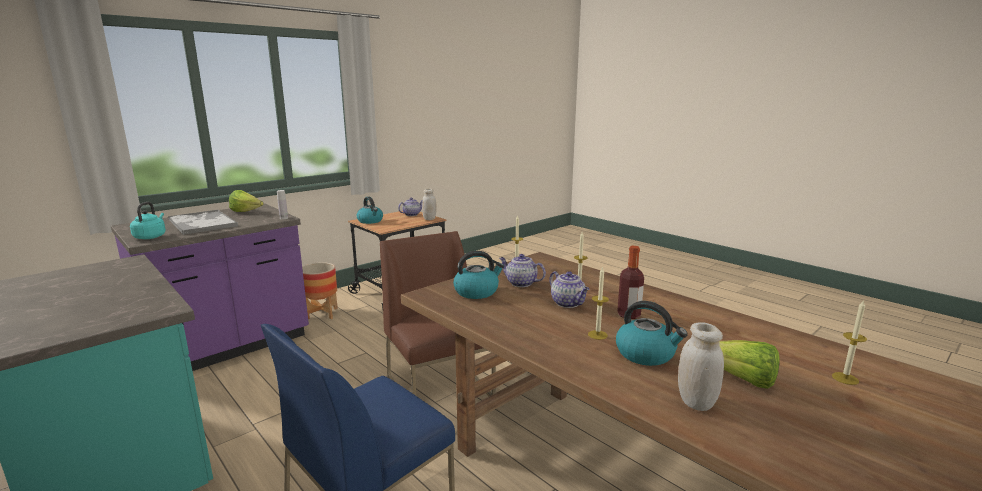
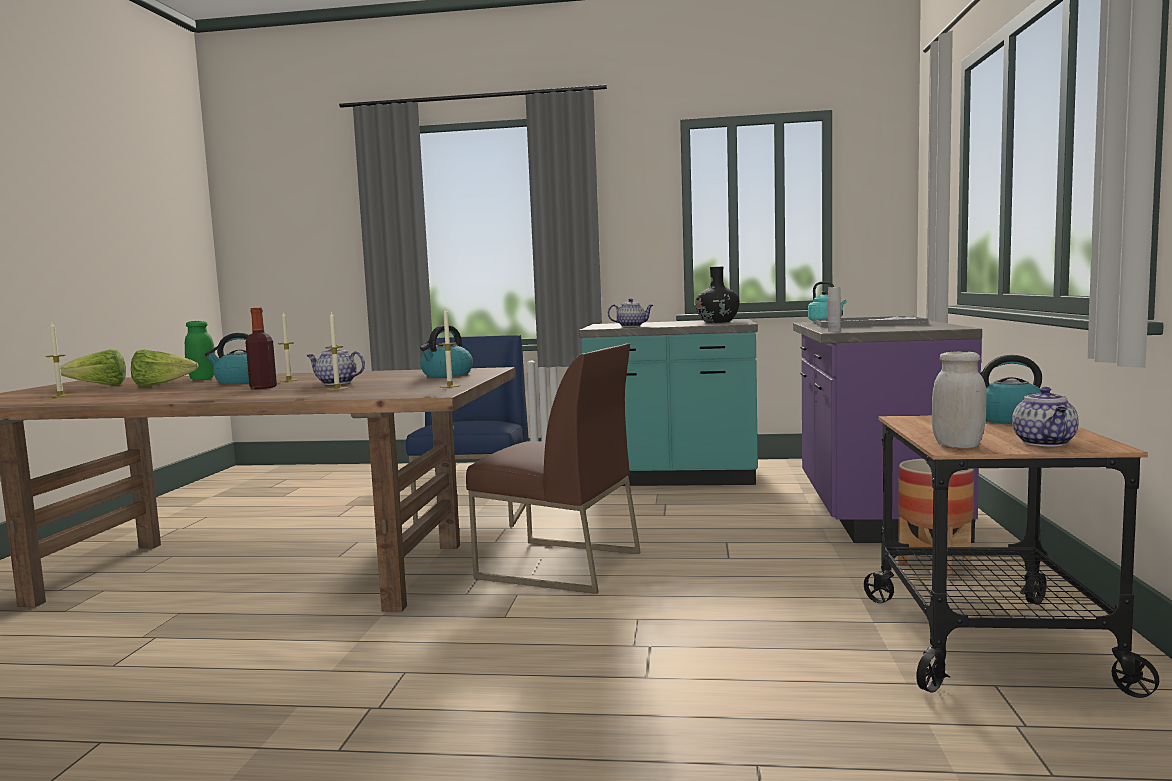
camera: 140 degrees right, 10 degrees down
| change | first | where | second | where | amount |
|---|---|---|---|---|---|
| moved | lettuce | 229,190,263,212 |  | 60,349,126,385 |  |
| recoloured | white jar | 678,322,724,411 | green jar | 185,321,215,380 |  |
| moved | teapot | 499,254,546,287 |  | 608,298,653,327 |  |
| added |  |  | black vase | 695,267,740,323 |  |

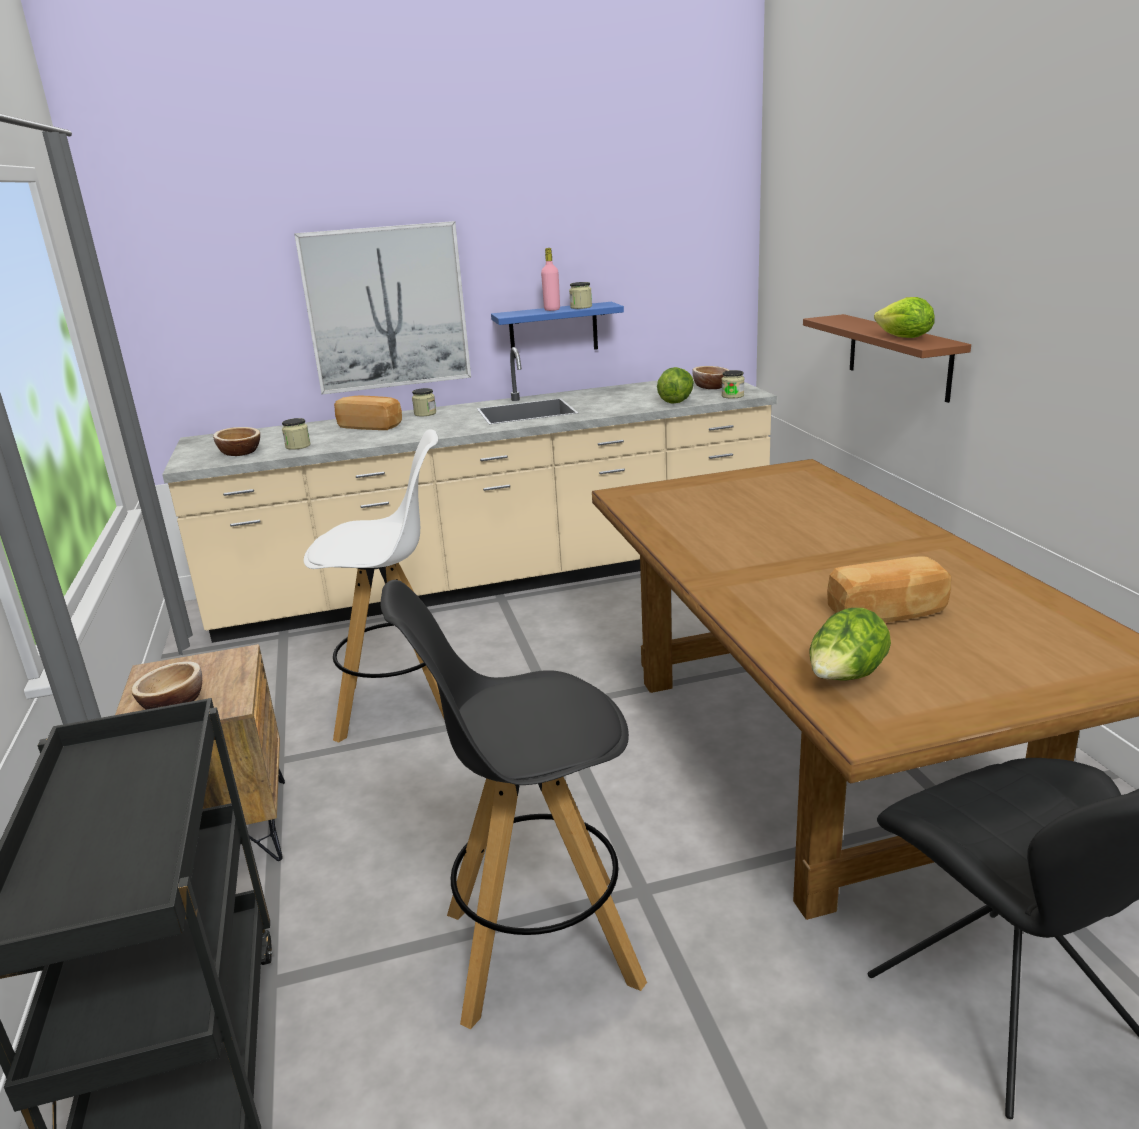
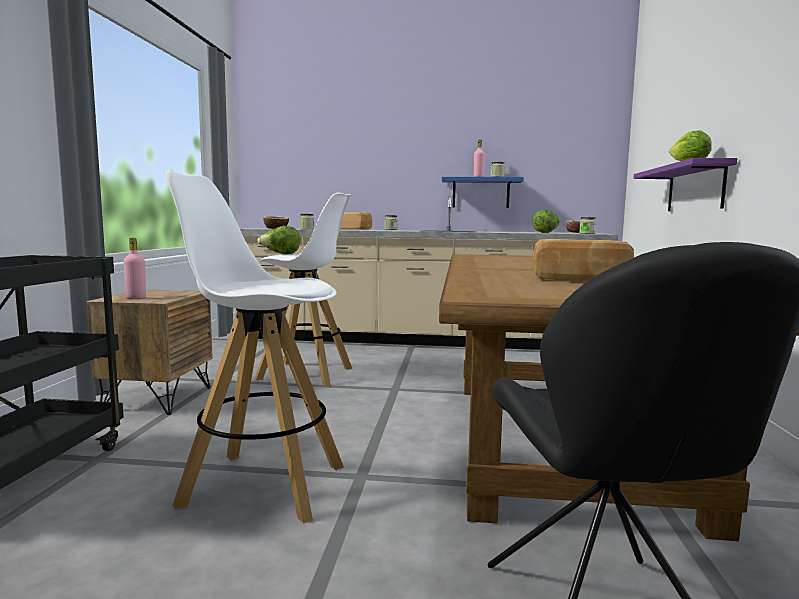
camera: 20 degrees right, 15 degrees down
| change | first | where | second | where | amount |
|---|---|---|---|---|---|
| replaced | bowl | 131,661,202,710 | pink bottle | 123,238,146,298 |  |
| recoloured | black stool | 381,580,647,1029 | white stool | 164,170,344,523 |  |
| moved | lettuce | 809,608,891,681 |  | 257,226,300,254 |  |
| recoloured | brown shelf | 803,314,971,403 | purple shelf | 633,158,737,211 |  |
| removed | picture | 294,221,471,395 |  |  |  |

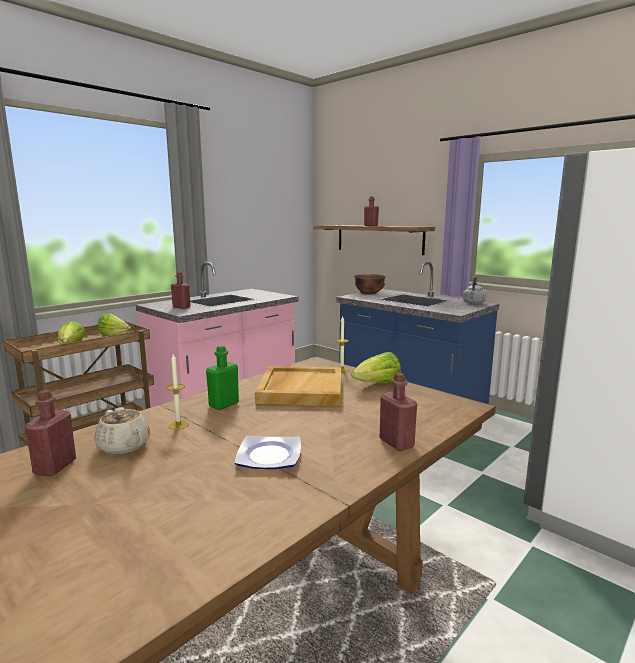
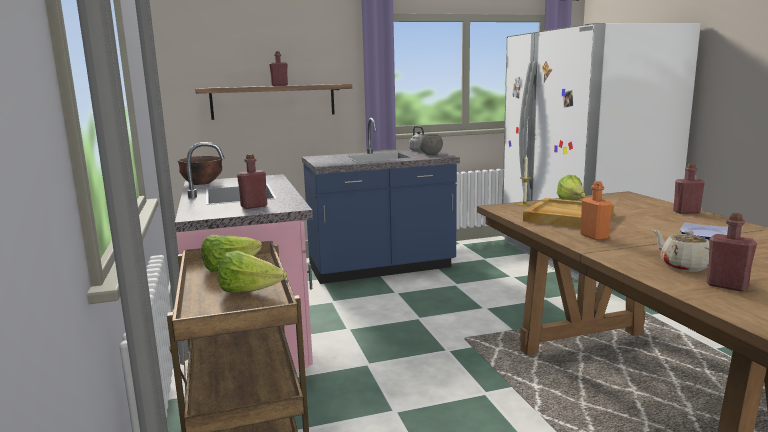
camera: 60 degrees left, 0 degrees up
| change | first | where | second | where | amount |
|---|---|---|---|---|---|
| moved | brown bowl | 354,274,385,295 |  | 178,156,222,185 |  |
| added |  |  | grey bowl | 419,134,443,155 |  |
| recoloured | green bottle | 206,346,239,410 | orange bottle | 580,181,612,240 |  |
| turned | beige teapot | 94,407,150,454 |  | 653,230,709,271 | 105 degrees counterclockwise |
| removed | candle | 167,354,189,430 |  |  |  |

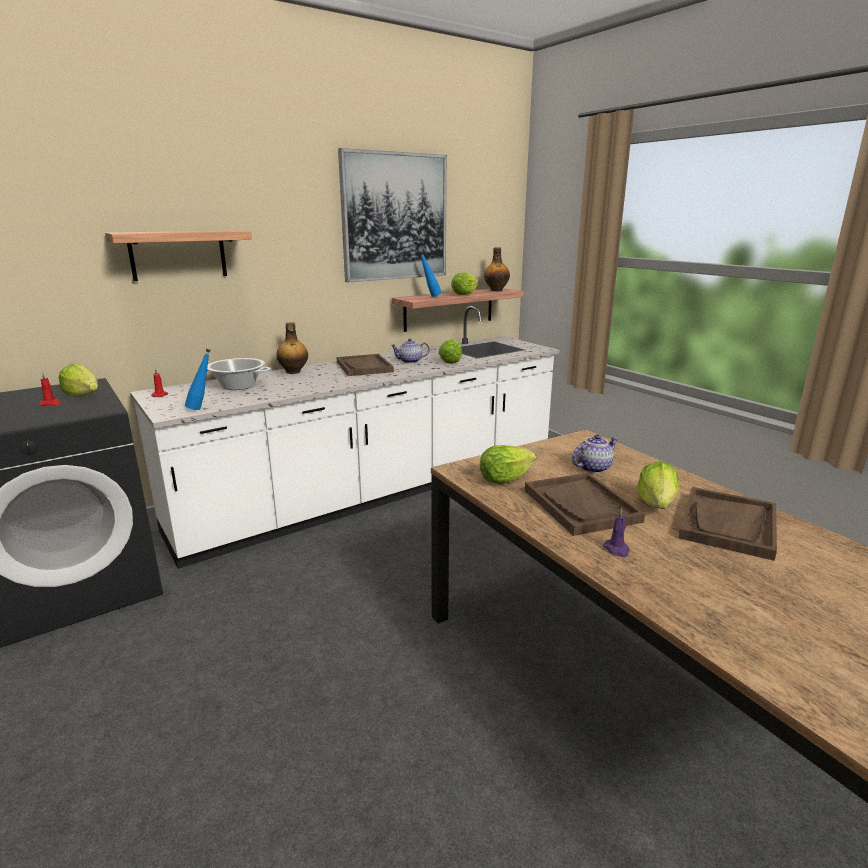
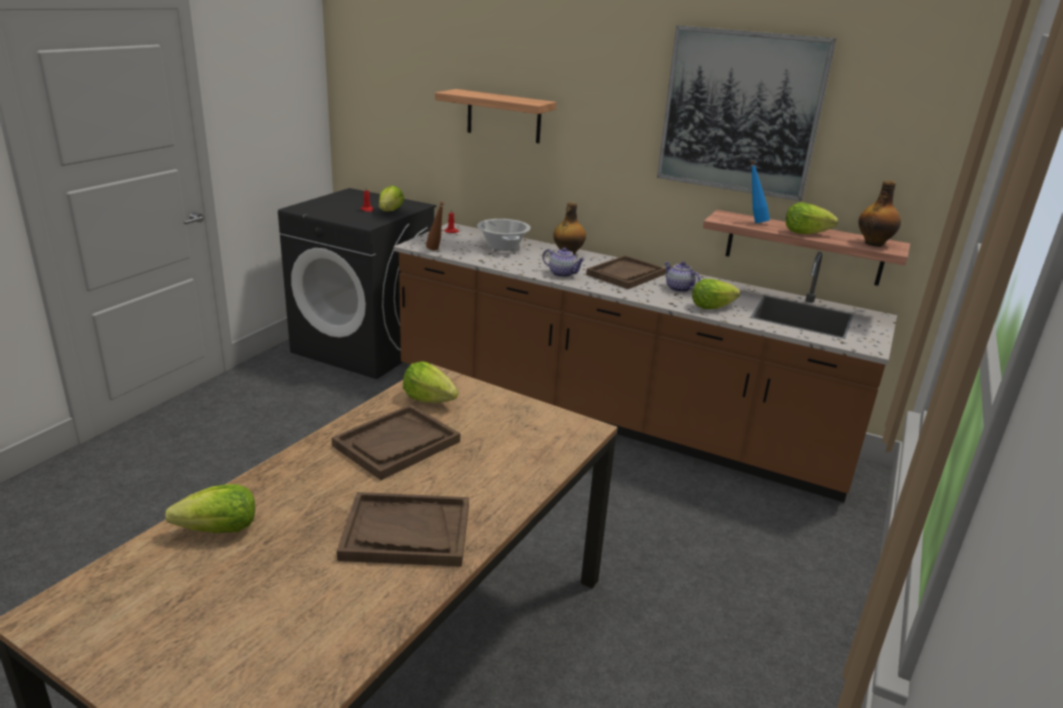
camera: 60 degrees right, 5 degrees up
| change | first | where | second | where | amount |
|---|---|---|---|---|---|
| moved | lettuce | 637,461,679,509 |  | 165,484,255,533 |  |
| recoloured | white counter | 130,306,559,569 | brown counter | 393,223,897,502 |  |
| recoloured | blue bottle | 185,349,211,410 | brown bottle | 426,201,444,250 |  |
| moved | teapot | 572,435,618,473 |  | 542,247,585,277 |  |
| removed | purple candle | 603,508,630,557 |  |  |  |

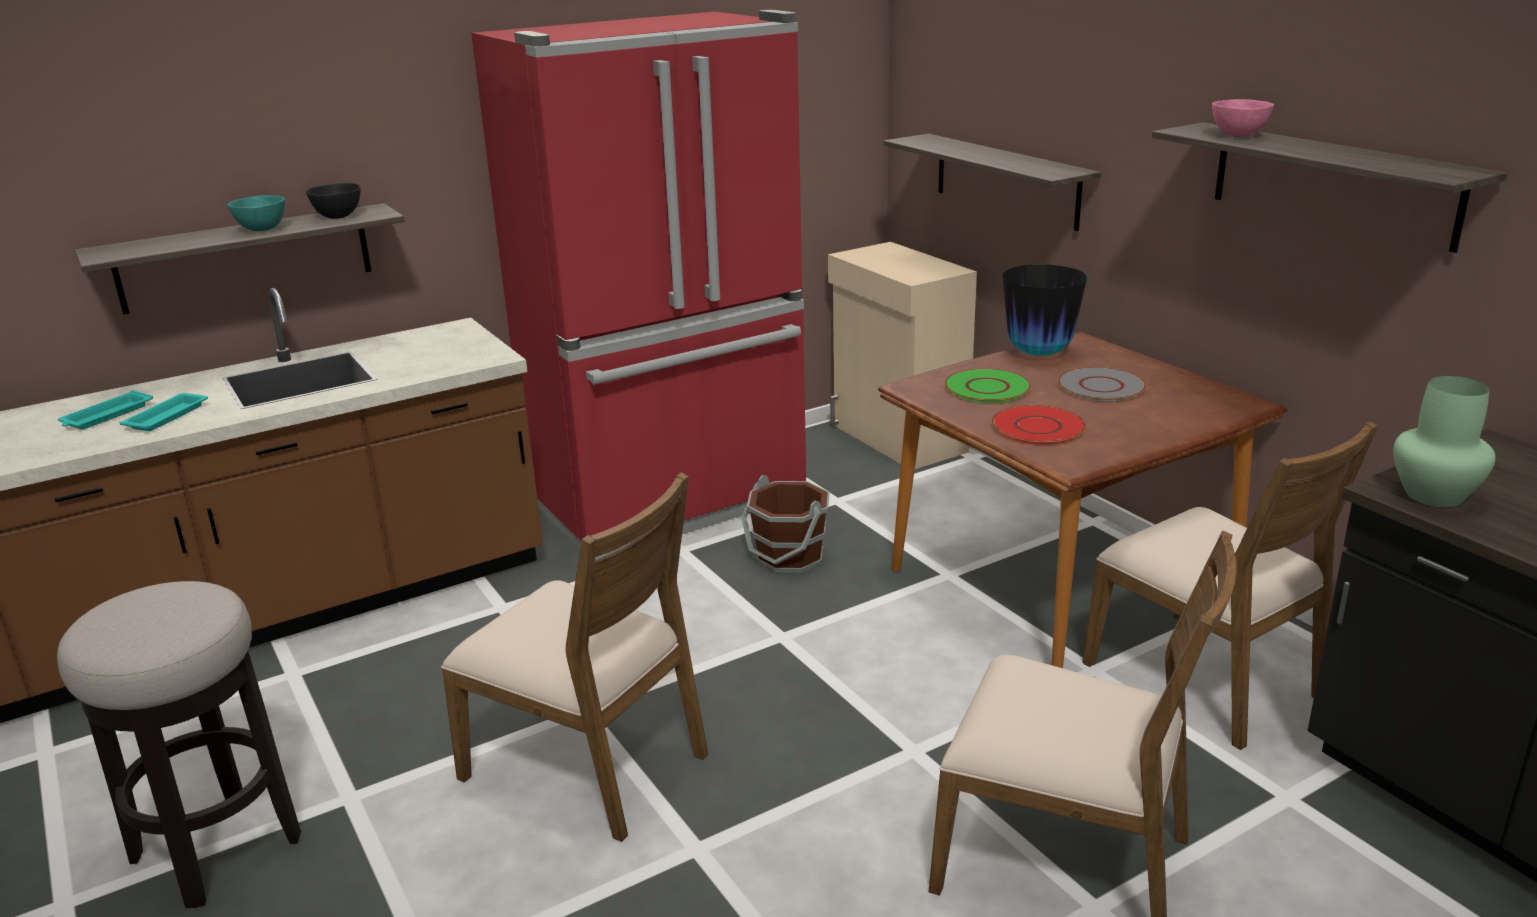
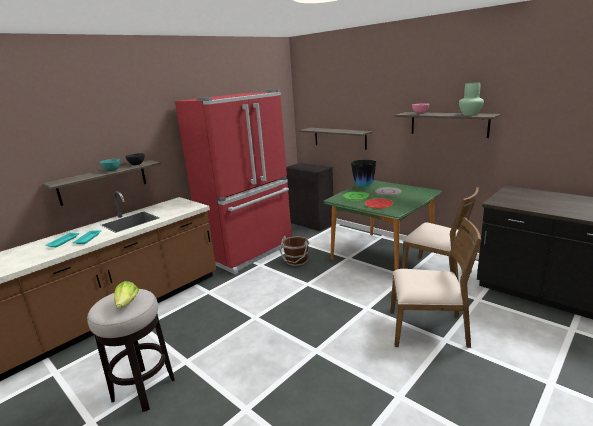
camera: 15 degrees left, 5 degrees down
| change | first | where | second | where | amount |
|---|---|---|---|---|---|
| added |  |  | lettuce | 114,281,139,309 |  |
| recoloured | beige cabinet | 828,242,977,469 | black cabinet | 286,163,333,231 |  |
| recoloured | brown dining table | 878,332,1287,668 | green dining table | 323,180,442,270 |  |
| moved | green vase | 1393,376,1496,507 |  | 459,82,484,116 |  |
| removed | brown chair | 441,472,708,842 |  |  |  |

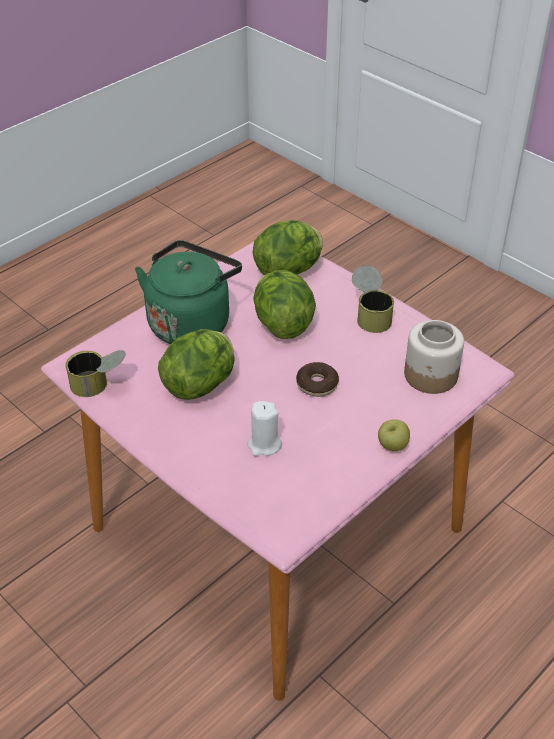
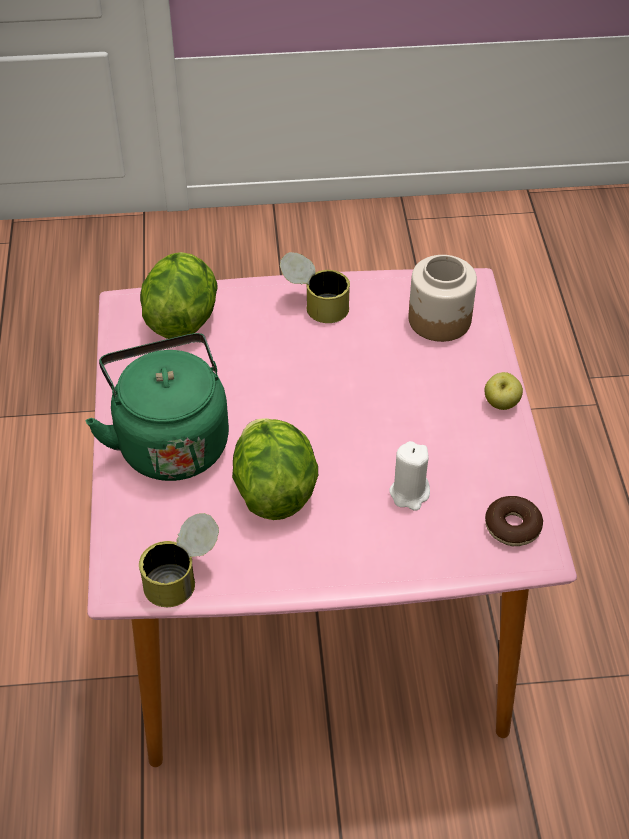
camera: 50 degrees left, 5 degrees up
| change | first | where | second | where | amount |
|---|---|---|---|---|---|
| moved | donut | 296,362,339,397 |  | 485,496,543,546 |  |
| removed | lettuce | 253,270,316,339 |  |  |  |

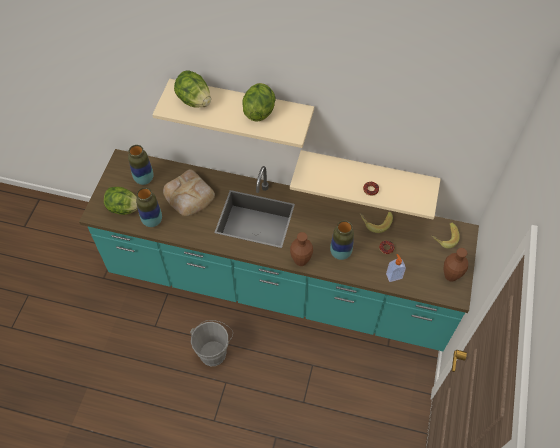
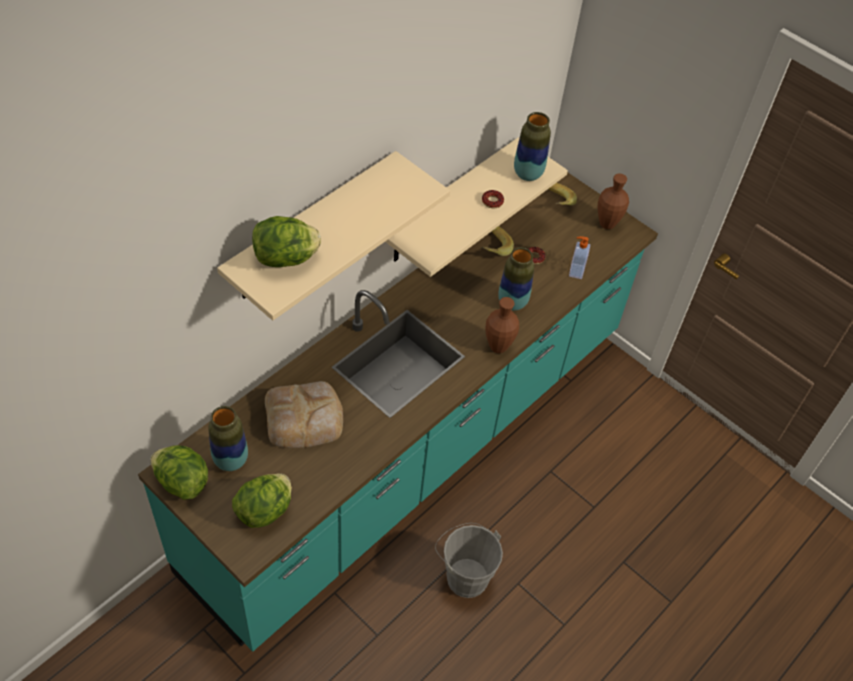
camera: 65 degrees left, 5 degrees down
| change | first | where | second | where | amount |
|---|---|---|---|---|---|
| moved | lettuce | 242,83,276,122 |  | 150,445,208,500 |  |
| moved | vase | 136,187,162,227 |  | 514,112,551,181 |  |

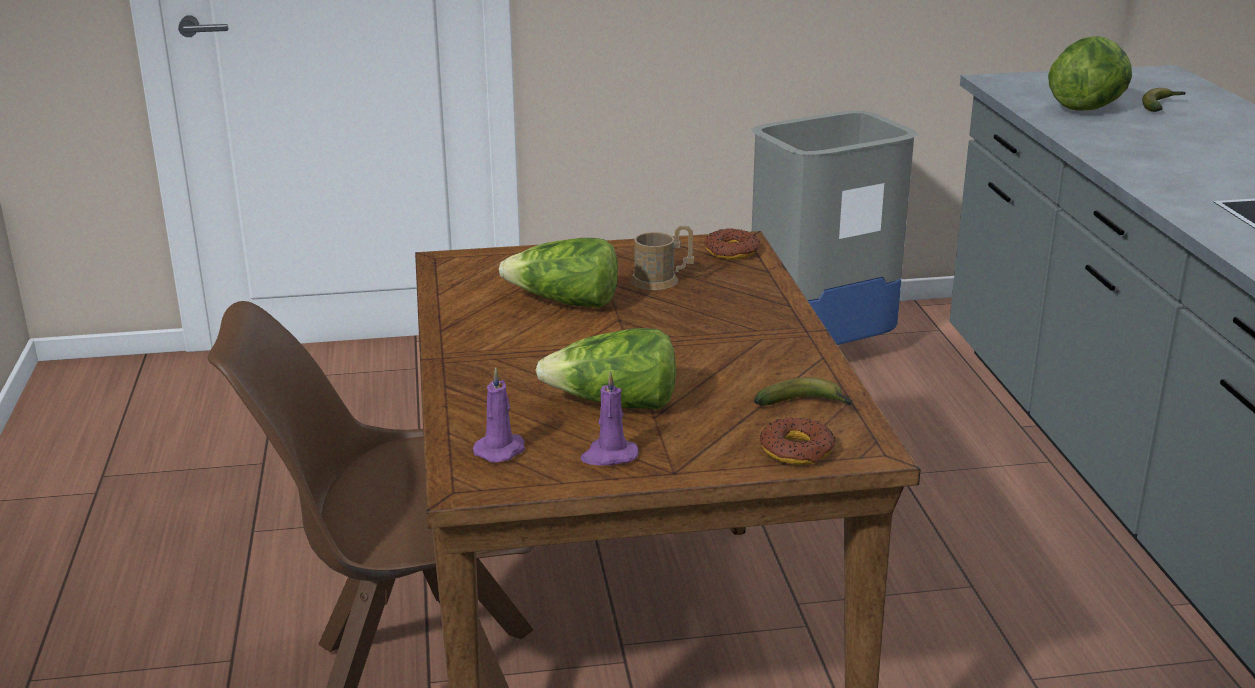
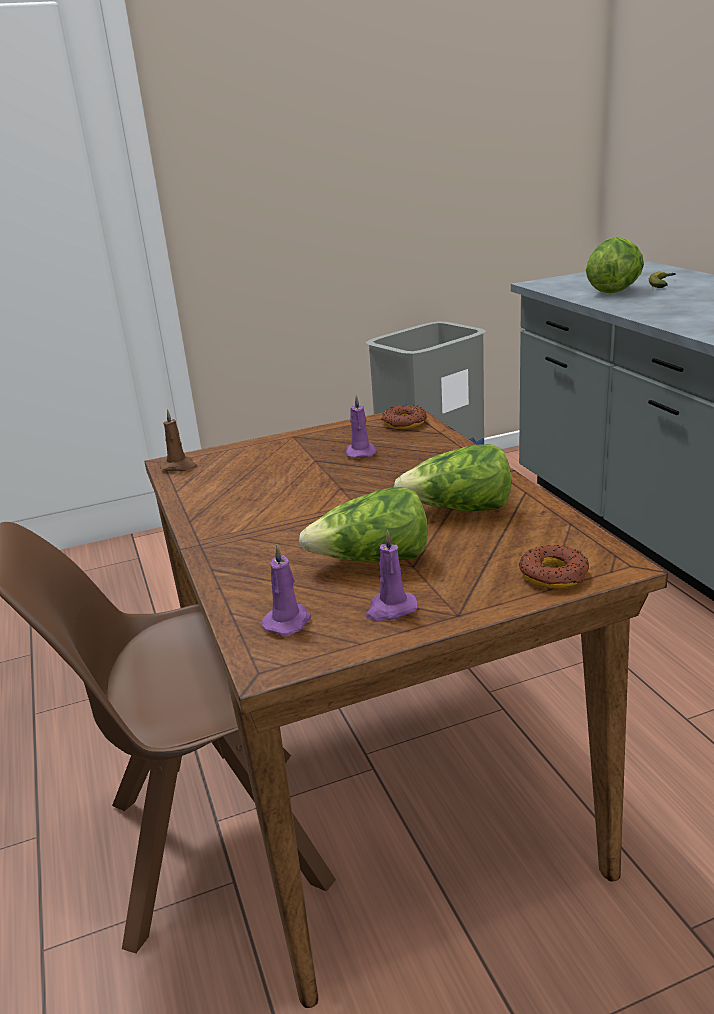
camera: 10 degrees left, 0 degrees up
| change | first | where | second | where | amount |
|---|---|---|---|---|---|
| added |  |  | brown candle | 160,409,197,471 |  |
| replaced | brown mug | 630,226,694,290 | purple candle | 346,395,377,458 |  |
| moved | lettuce | 499,238,618,308 |  | 394,444,511,511 |  |
| removed | banana | 754,377,853,405 |  |  |  |

